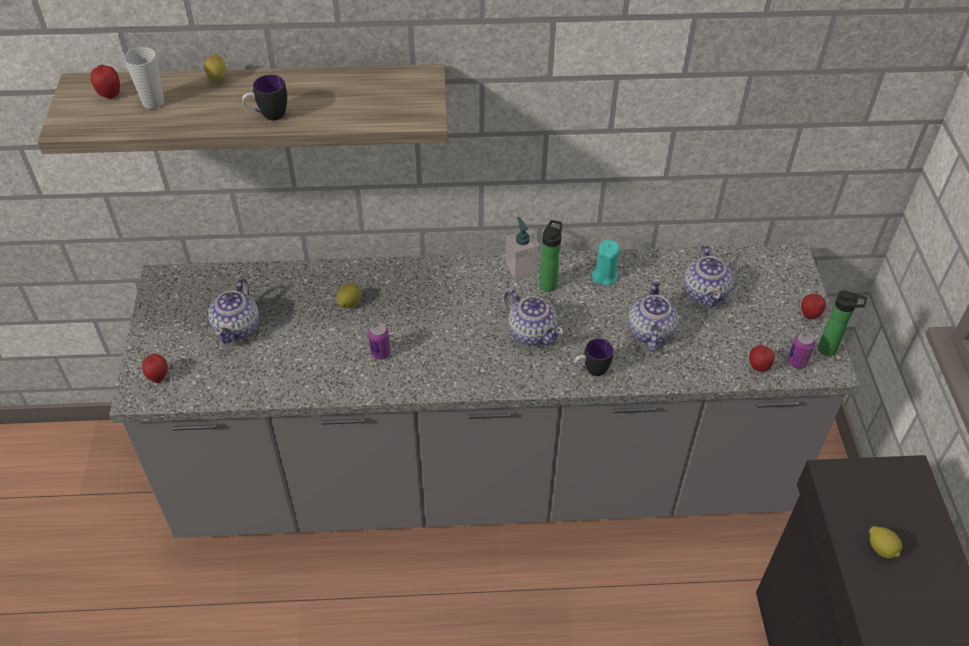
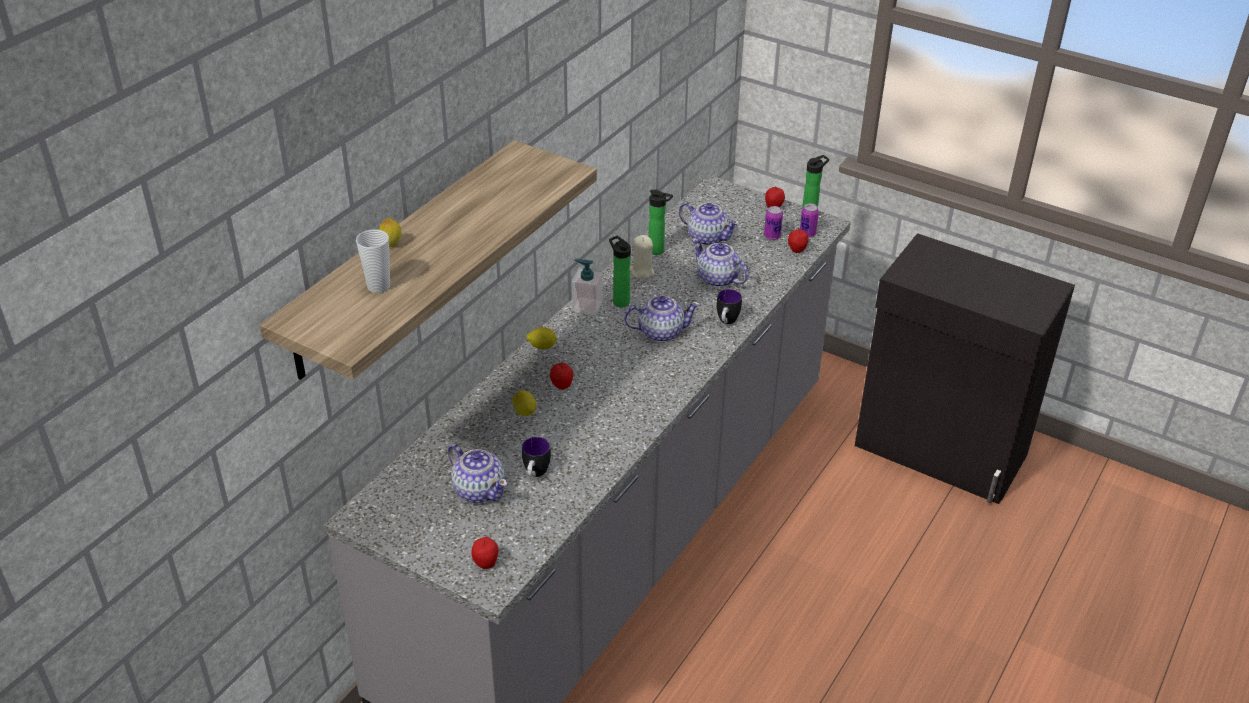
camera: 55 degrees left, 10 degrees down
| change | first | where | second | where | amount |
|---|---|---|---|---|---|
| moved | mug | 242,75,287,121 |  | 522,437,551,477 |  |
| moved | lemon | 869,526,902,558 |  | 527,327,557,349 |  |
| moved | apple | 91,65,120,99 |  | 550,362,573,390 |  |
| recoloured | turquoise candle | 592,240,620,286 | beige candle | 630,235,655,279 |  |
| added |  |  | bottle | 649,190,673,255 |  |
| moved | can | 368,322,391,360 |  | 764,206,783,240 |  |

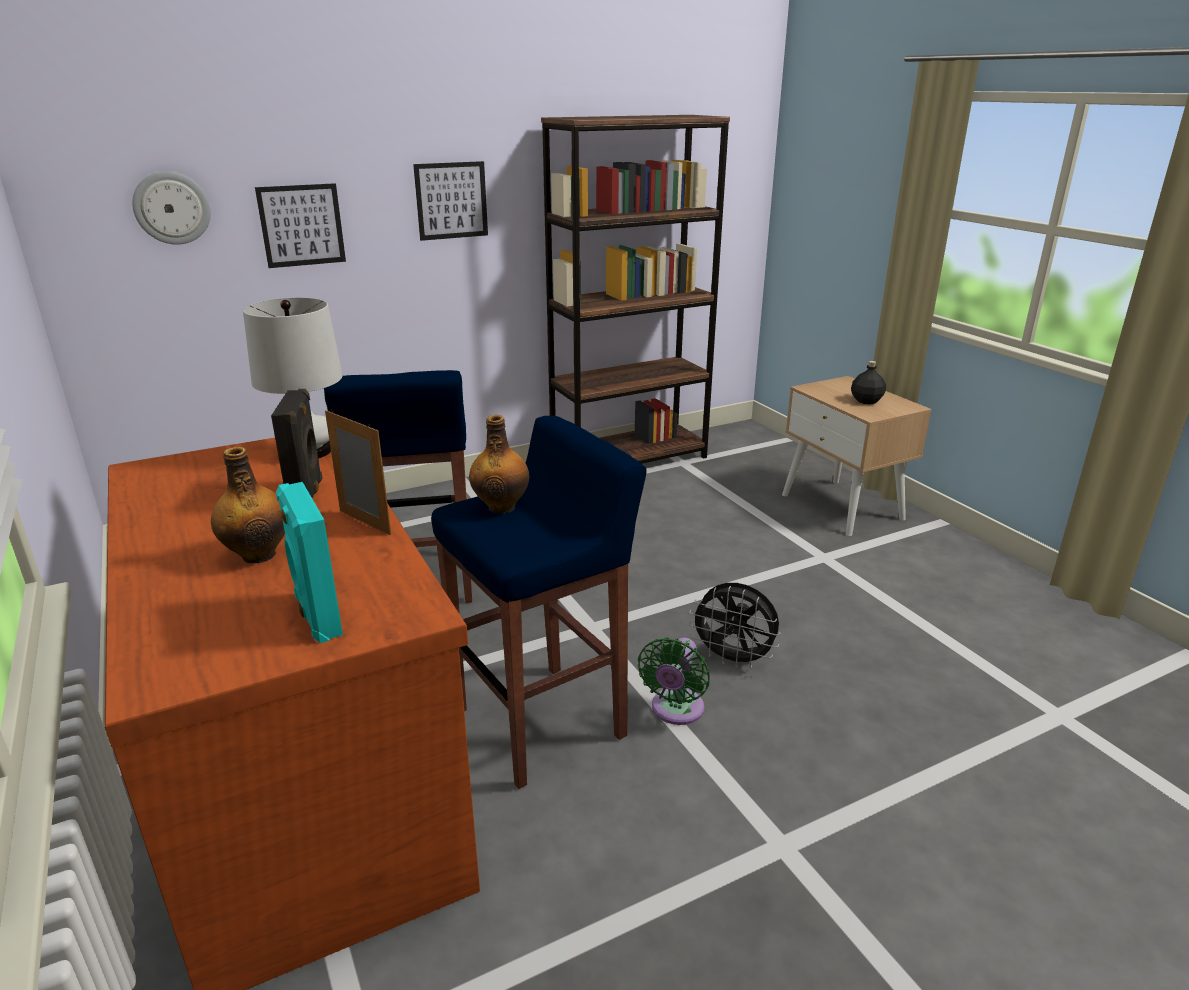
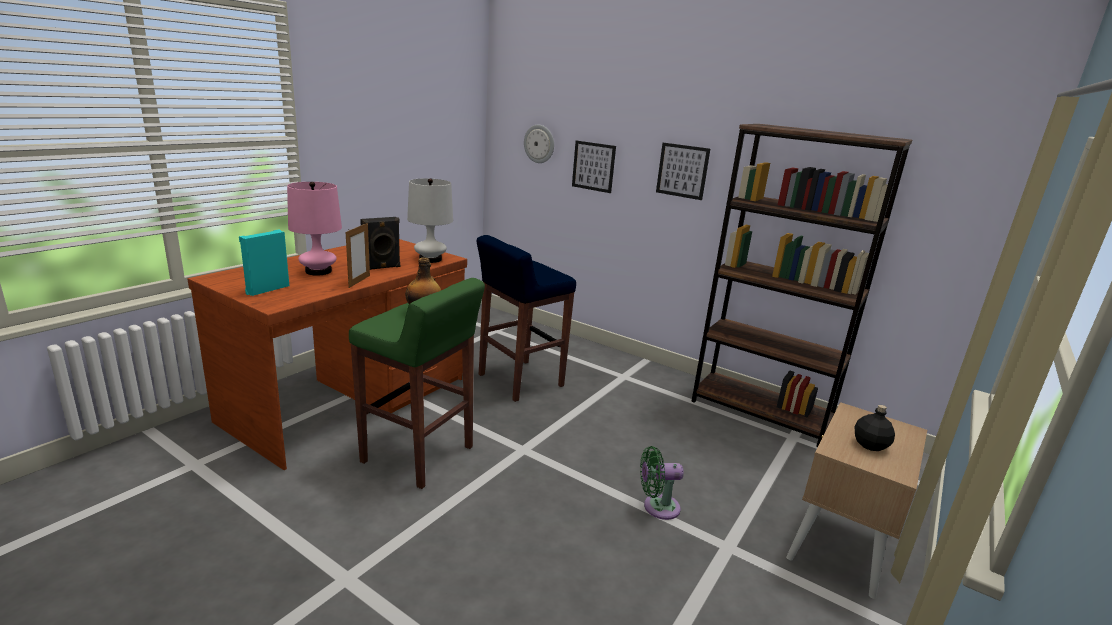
camera: 60 degrees right, 5 degrees down
| change | first | where | second | where | amount |
|---|---|---|---|---|---|
| replaced | bottle | 211,447,285,563 | pink table lamp | 287,182,342,276 |  |
| recoloured | blue stool | 431,416,646,789 | green stool | 349,278,485,489 |  |
| moved | green fan | 638,637,710,725 |  | 640,446,684,520 |  |
| removed | black fan | 689,583,781,669 |  |  |  |

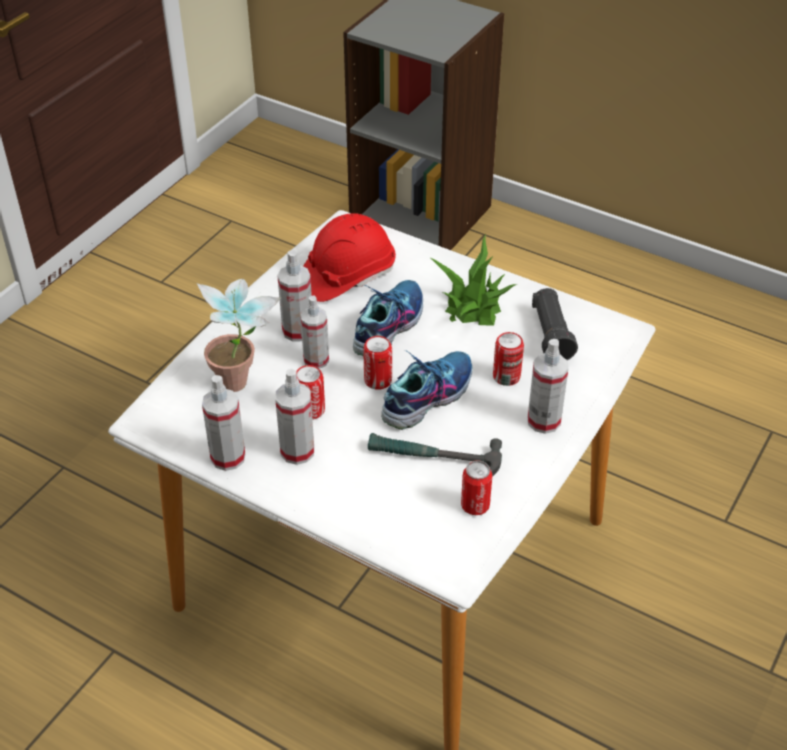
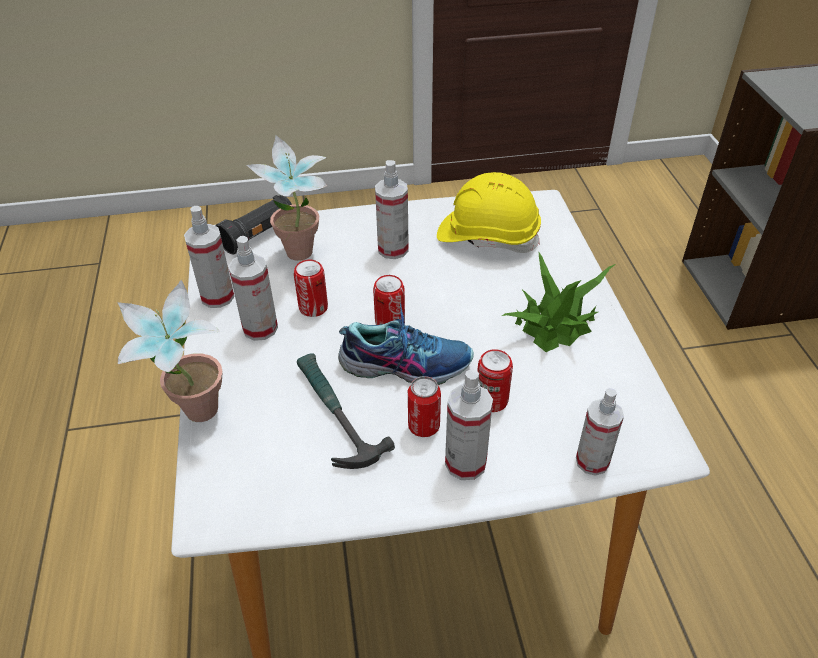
camera: 50 degrees right, 0 degrees up
| change | first | where | second | where | amount |
|---|---|---|---|---|---|
| added |  |  | potted plant | 117,280,223,422 |  |
| moved | black flashlight | 532,288,578,360 |  | 215,195,292,254 |  |
| moved | can | 461,460,493,515 |  | 408,376,441,437 |  |
| recoloured | red hard hat | 303,213,396,302 | yellow hard hat | 437,172,541,253 |  |
| moved | spray bottle | 300,296,329,369 |  | 576,388,624,476 |  |
| removed | shoe | 353,280,423,356 |  |  |  |

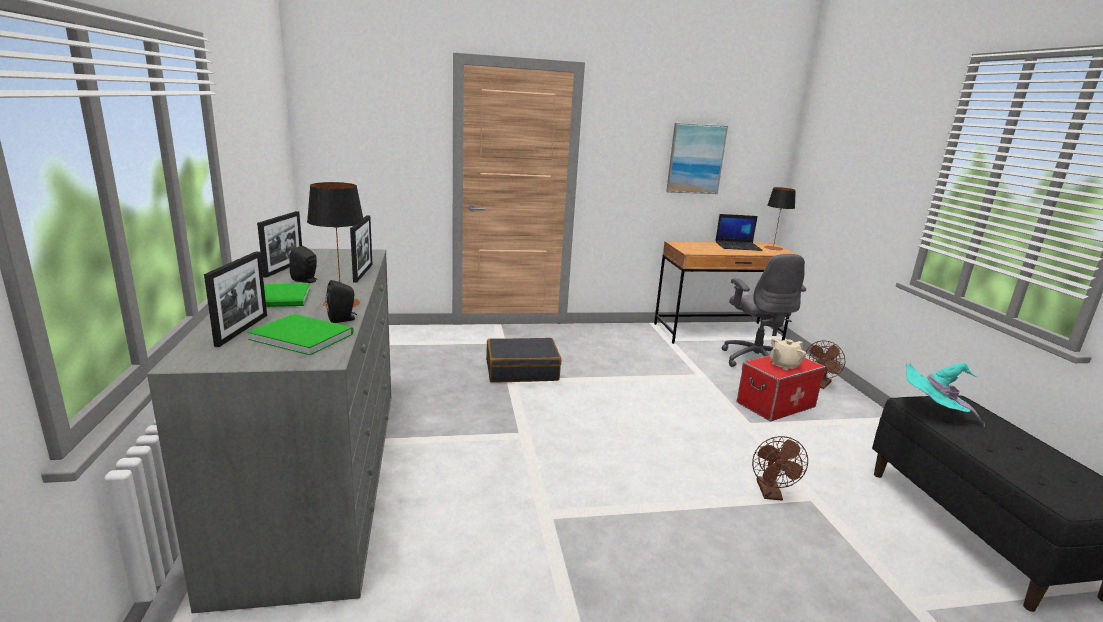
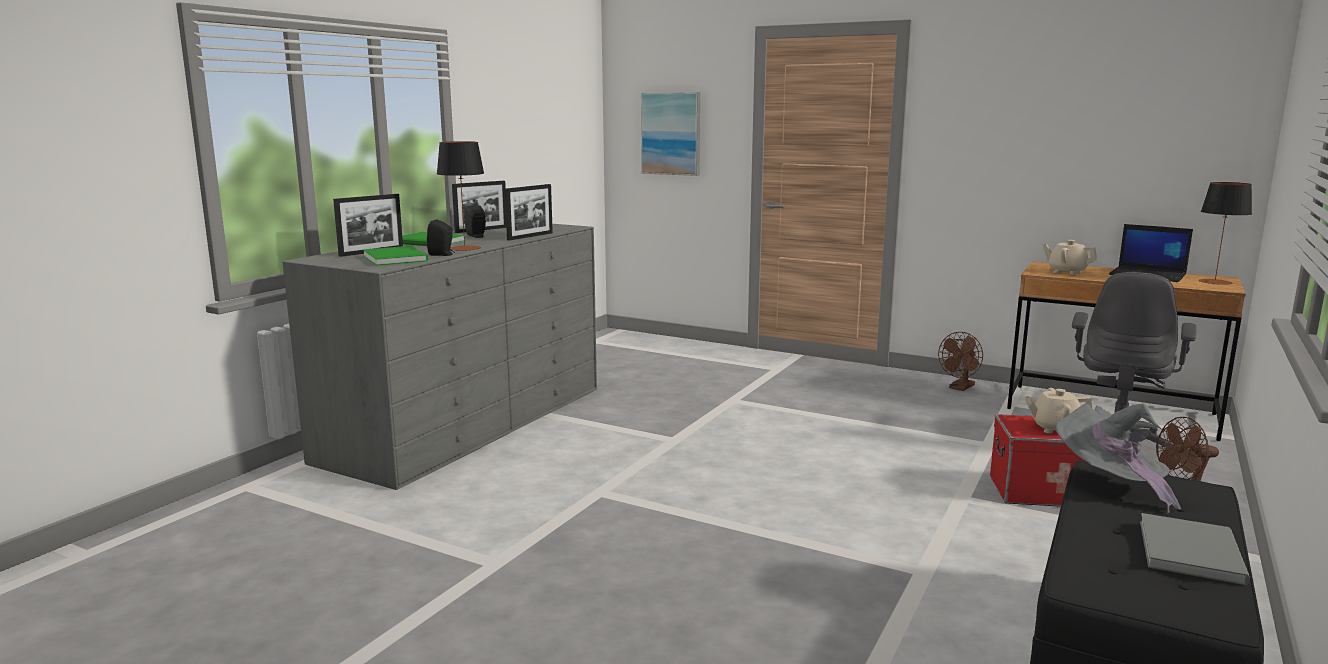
camera: 40 degrees right, 5 degrees down
| change | first | where | second | where | amount |
|---|---|---|---|---|---|
| moved | picture | 666,123,728,194 |  | 640,92,700,176 |  |
| moved | brown fan | 752,436,808,501 |  | 938,332,983,391 |  |
| added |  |  | beige teapot | 1042,240,1097,275 |  |
| recoloured | turquoise hat | 906,363,985,427 | grey hat | 1056,403,1181,513 |  |
| added |  |  | grey book | 1140,513,1250,585 |  |
| removed | black suitcase | 486,338,561,383 |  |  |  |

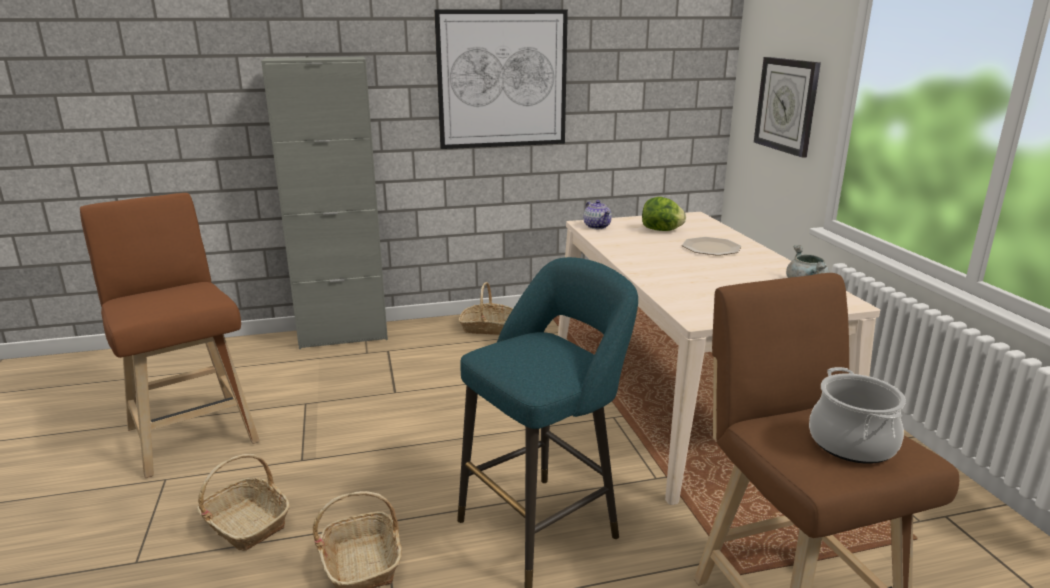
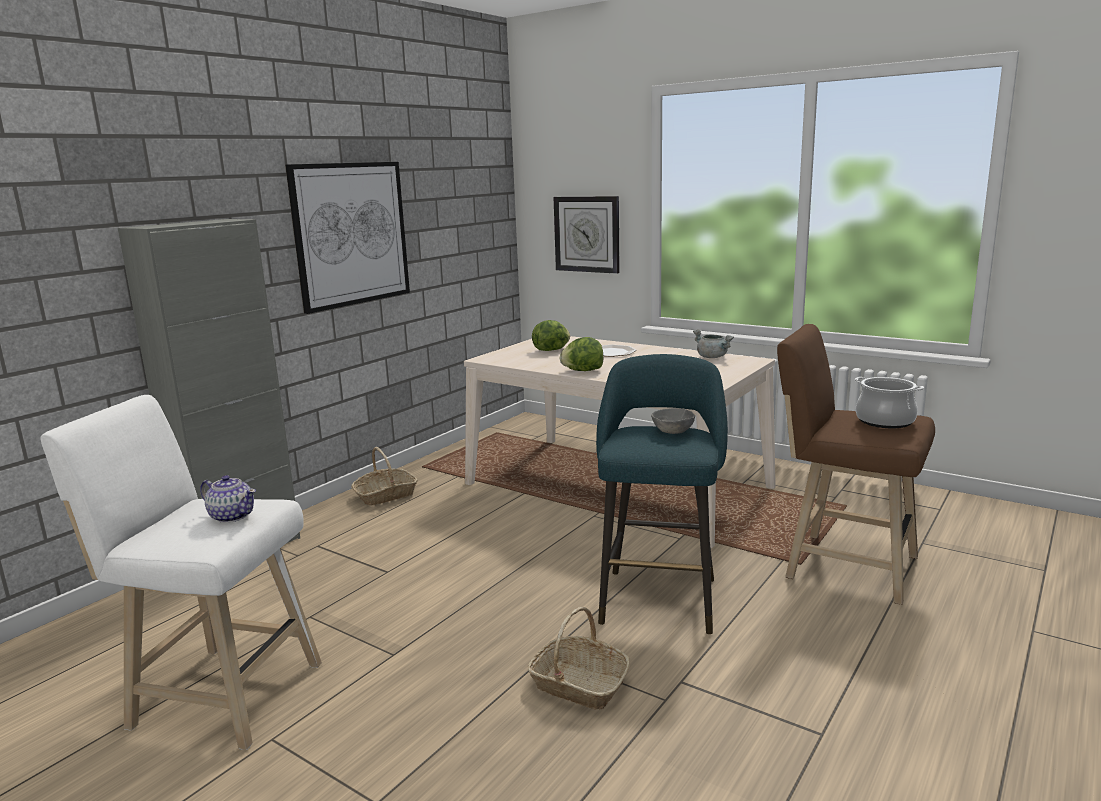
camera: 40 degrees left, 5 degrees down
| change | first | where | second | where | amount |
|---|---|---|---|---|---|
| recoloured | brown stool | 80,193,260,478 | white stool | 40,395,322,750 |  |
| moved | teapot | 583,200,612,229 |  | 200,475,256,523 |  |
| added |  |  | lettuce | 560,337,604,371 |  |
| added |  |  | grey bowl | 651,408,695,434 |  |
| removed | basket | 197,454,290,551 |  |  |  |

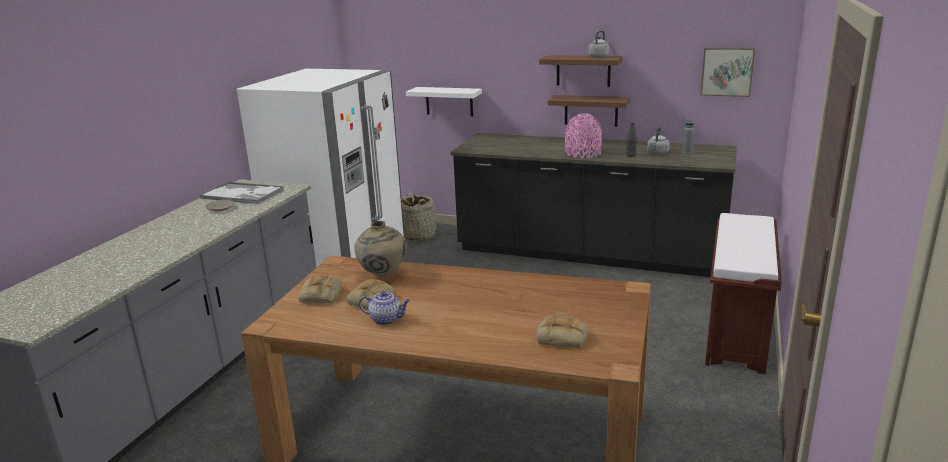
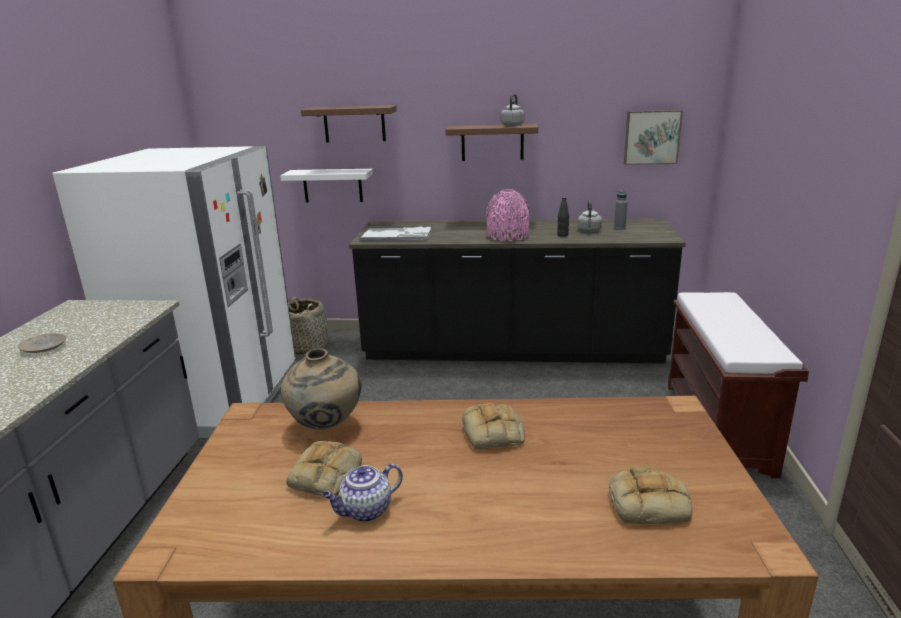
camera: 15 degrees left, 0 degrees up
| change | first | where | second | where | amount |
|---|---|---|---|---|---|
| moved | brown shelf | 548,95,630,127 |  | 301,105,397,142 |  |
| turned | teapot | 359,291,410,325 |  | 322,463,403,522 | 150 degrees clockwise |
| moved | tray | 200,182,284,204 |  | 359,226,433,241 |  |
| moved | bread | 299,275,342,303 |  | 462,403,525,449 |  |

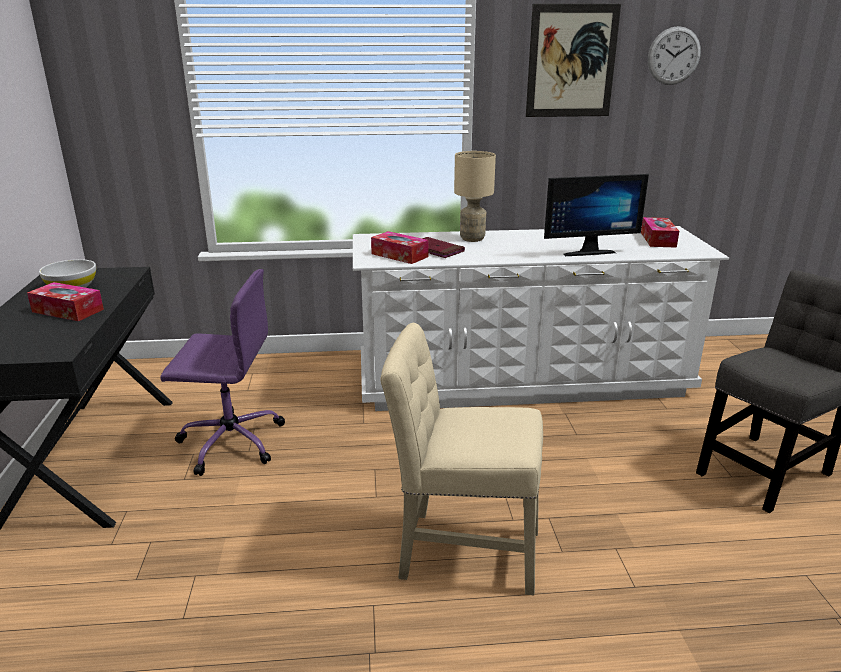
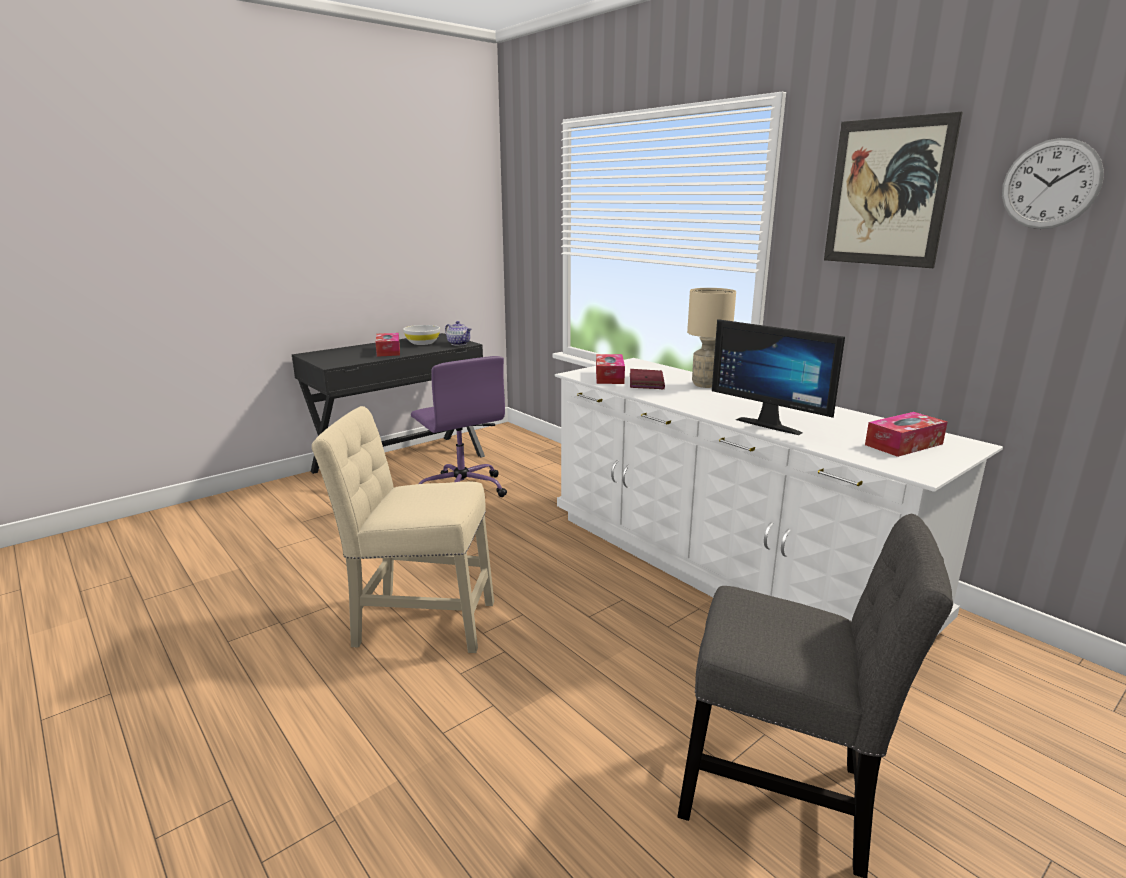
camera: 55 degrees right, 5 degrees down
| change | first | where | second | where | amount |
|---|---|---|---|---|---|
| turned | beige chair | 381,323,543,595 |  | 312,406,494,653 | 60 degrees counterclockwise |
| added |  |  | teapot | 445,321,471,346 |  |

